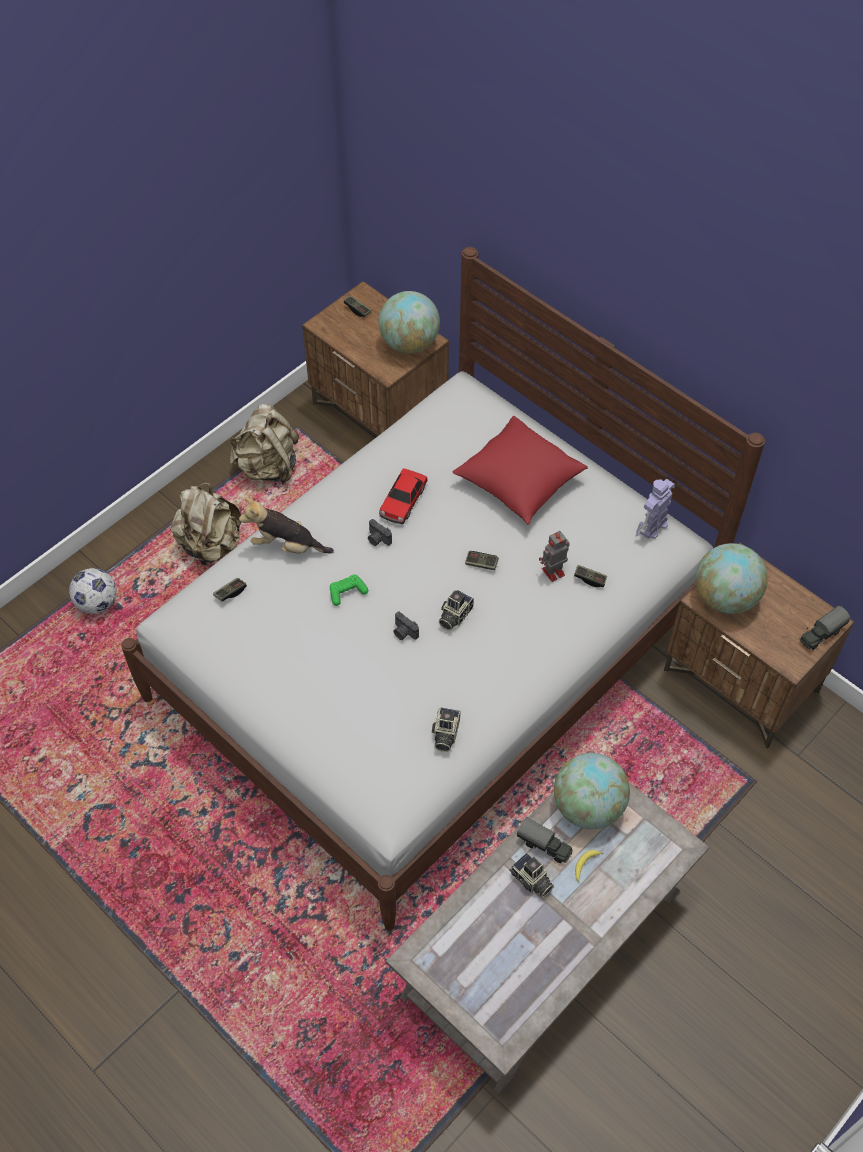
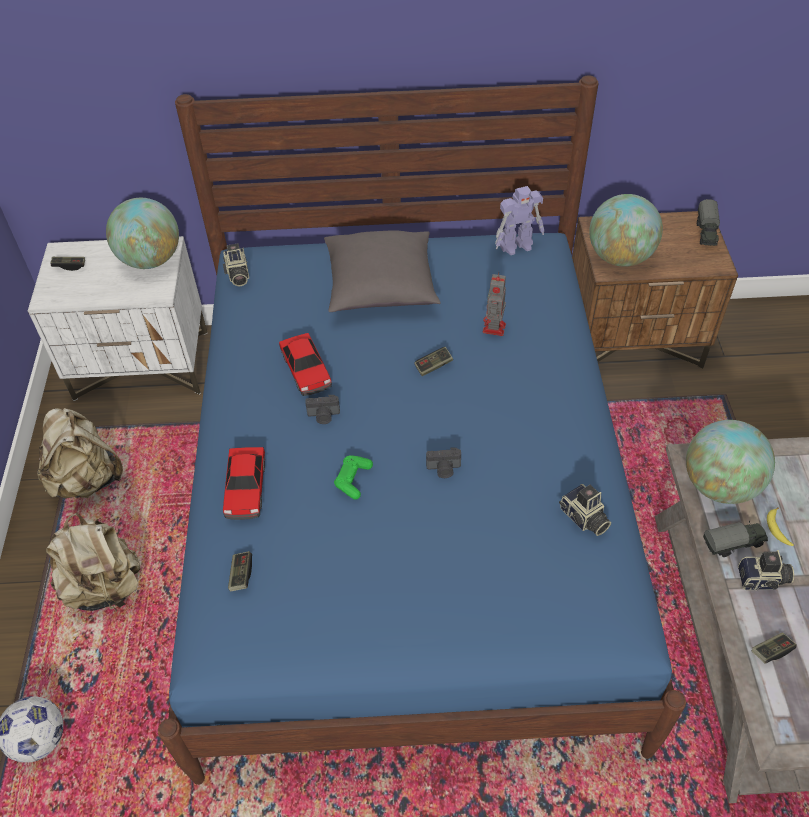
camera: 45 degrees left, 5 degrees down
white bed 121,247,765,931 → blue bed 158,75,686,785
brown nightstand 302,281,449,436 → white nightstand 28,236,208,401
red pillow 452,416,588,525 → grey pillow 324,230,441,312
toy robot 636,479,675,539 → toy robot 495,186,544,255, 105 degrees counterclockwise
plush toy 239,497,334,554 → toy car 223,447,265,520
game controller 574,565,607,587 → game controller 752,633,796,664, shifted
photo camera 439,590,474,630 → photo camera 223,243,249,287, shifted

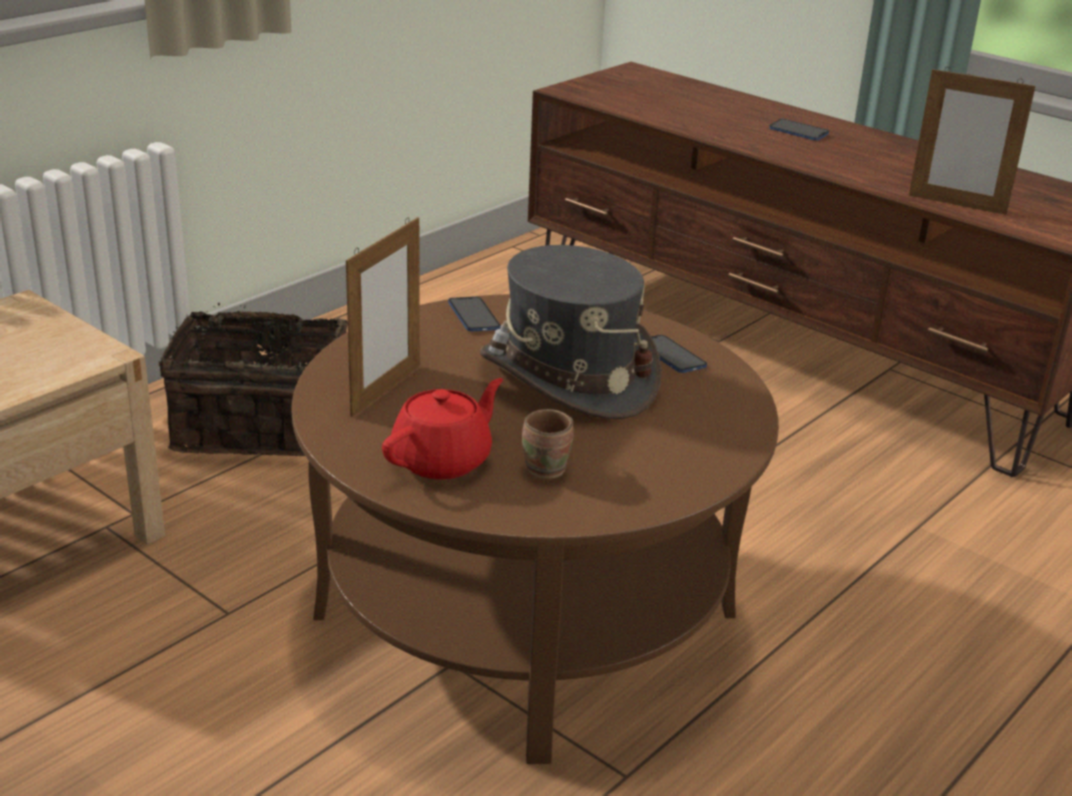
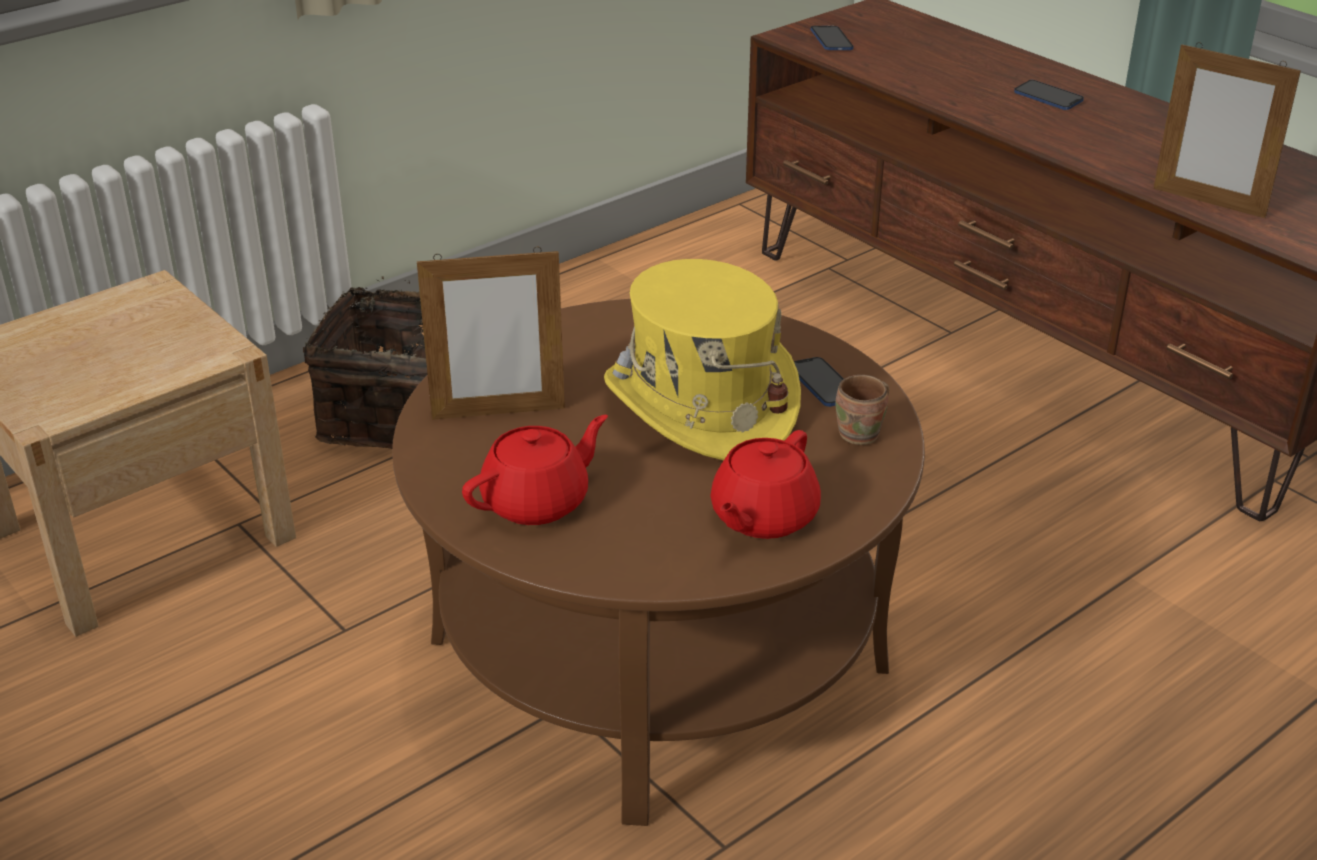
camera: 10 degrees right, 5 degrees up
picture frame 346,217,420,417 → picture frame 417,247,565,420, 45 degrees clockwise
grey hat 480,245,662,419 → yellow hat 604,259,801,460
phone 448,297,501,331 → phone 810,26,854,50, shifted
brown mug 522,409,574,479 → brown mug 835,375,889,445, shifted
- → red teapot 710,430,821,539

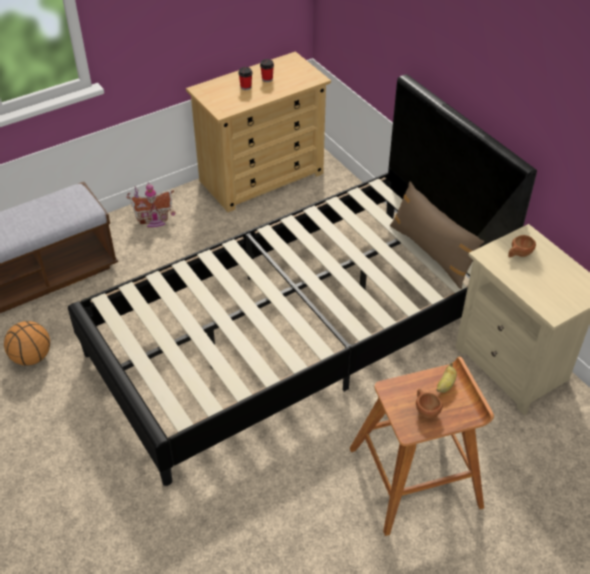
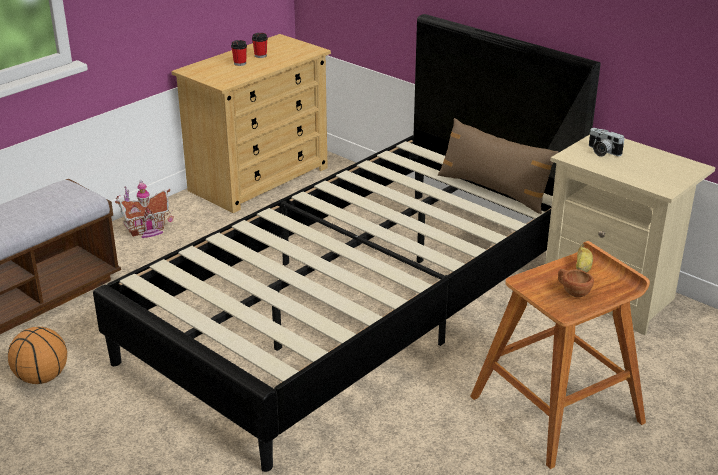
camera: 15 degrees left, 15 degrees down
brown cup 508,235,536,257 → photo camera 589,128,625,157

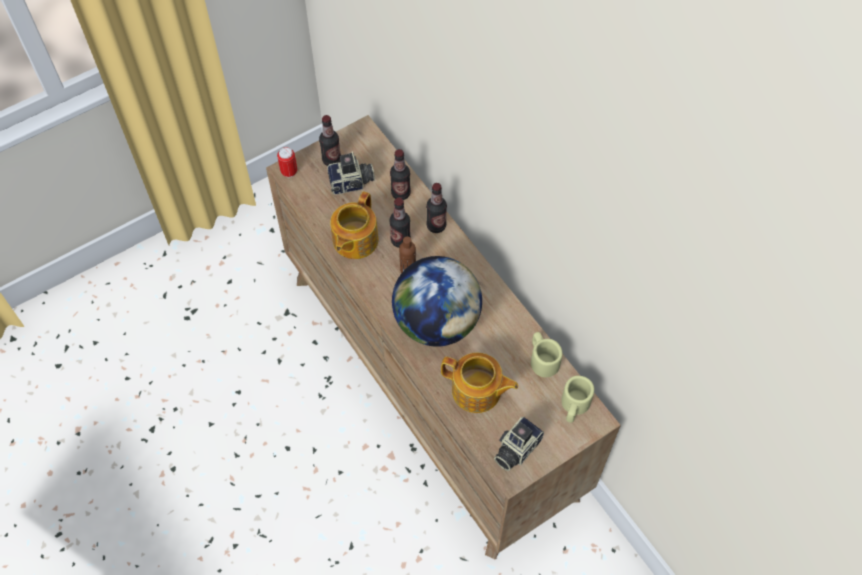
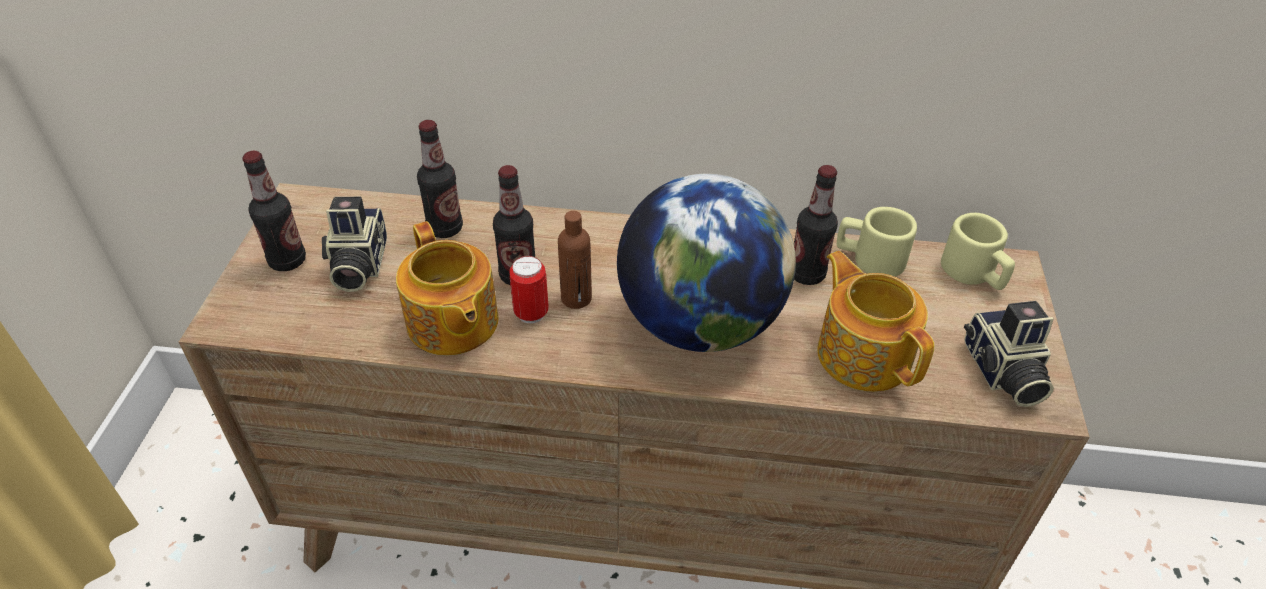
camera: 50 degrees left, 15 degrees down
can 277,147,297,177 → can 509,256,549,323, shifted
photo camera 327,151,375,195 → photo camera 322,197,387,292, 150 degrees clockwise
bottle 426,183,447,233 → bottle 794,165,838,285, shifted
teapot 441,353,518,413 → teapot 817,251,934,392, 90 degrees counterclockwise

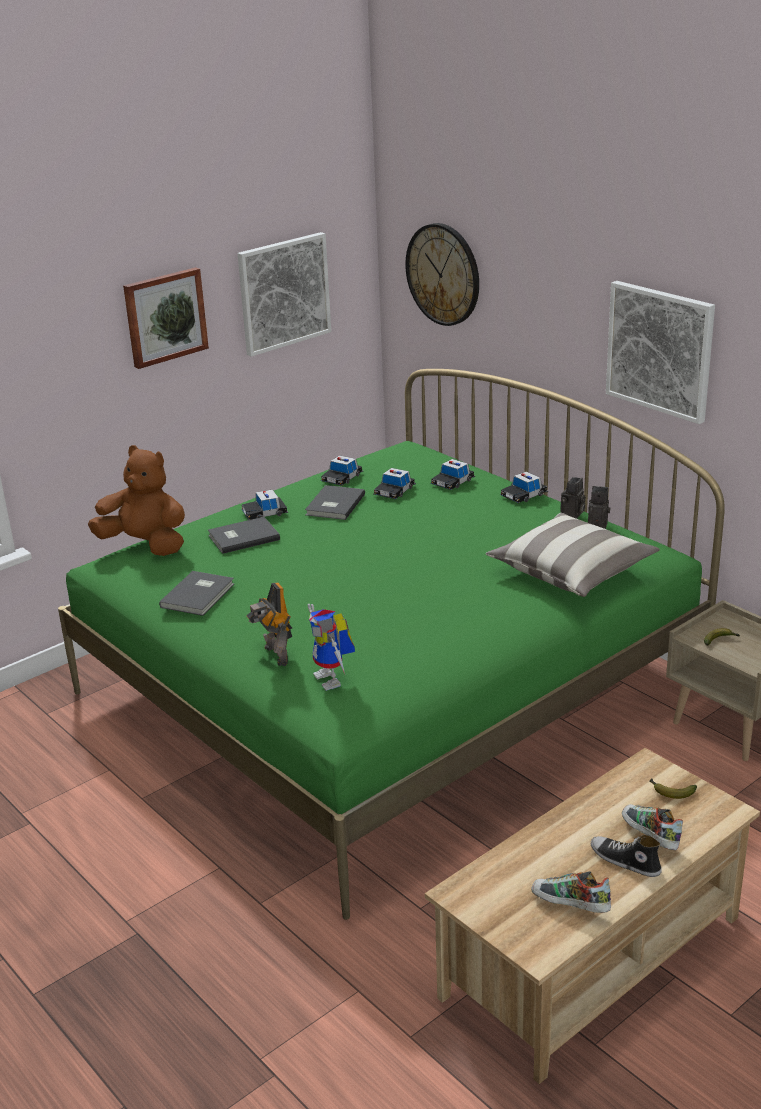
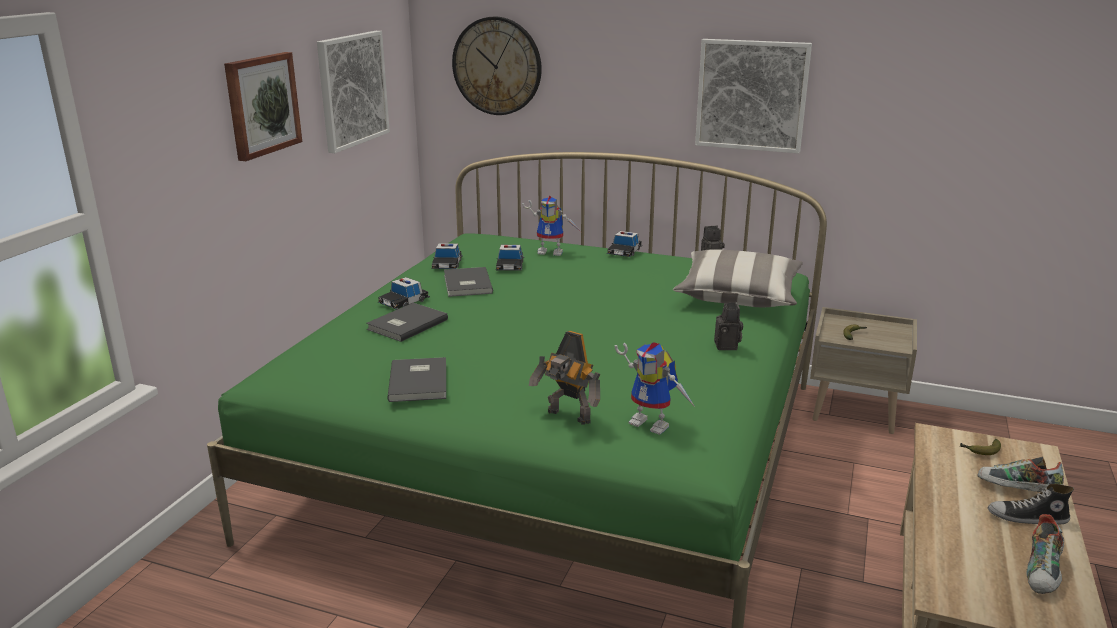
camera: 30 degrees left, 5 degrees down
brown plush toy 88,445,185,556 → -
toy car 431,459,475,490 → toy robot 522,195,581,256
photo camera 560,477,586,519 → photo camera 714,302,743,350, shifted
shoe 531,872,611,913 → shoe 1026,514,1064,594, 60 degrees counterclockwise

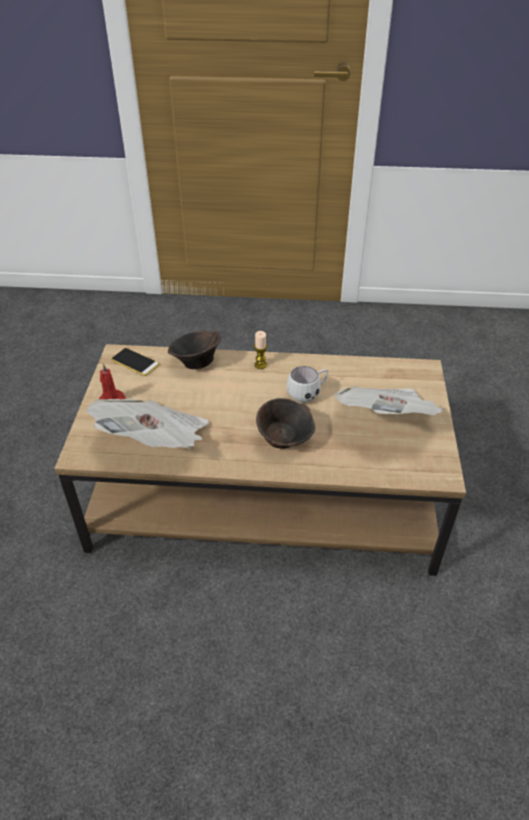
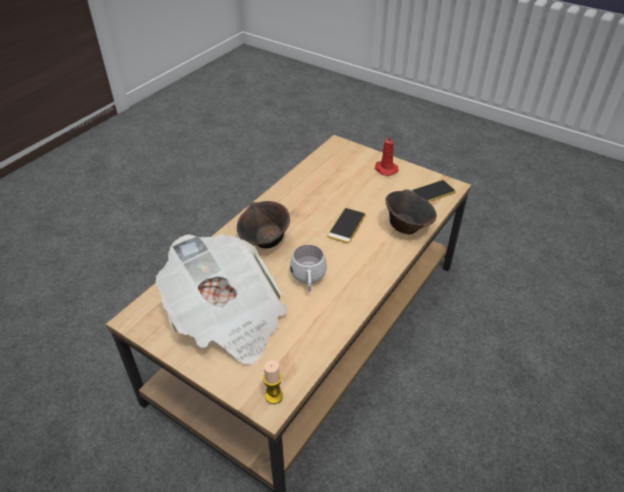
camera: 120 degrees right, 0 degrees up
candle 254,331,267,369 → candle 263,360,283,404, shifted
newspaper 87,399,209,448 → -
- → phone 327,208,366,243

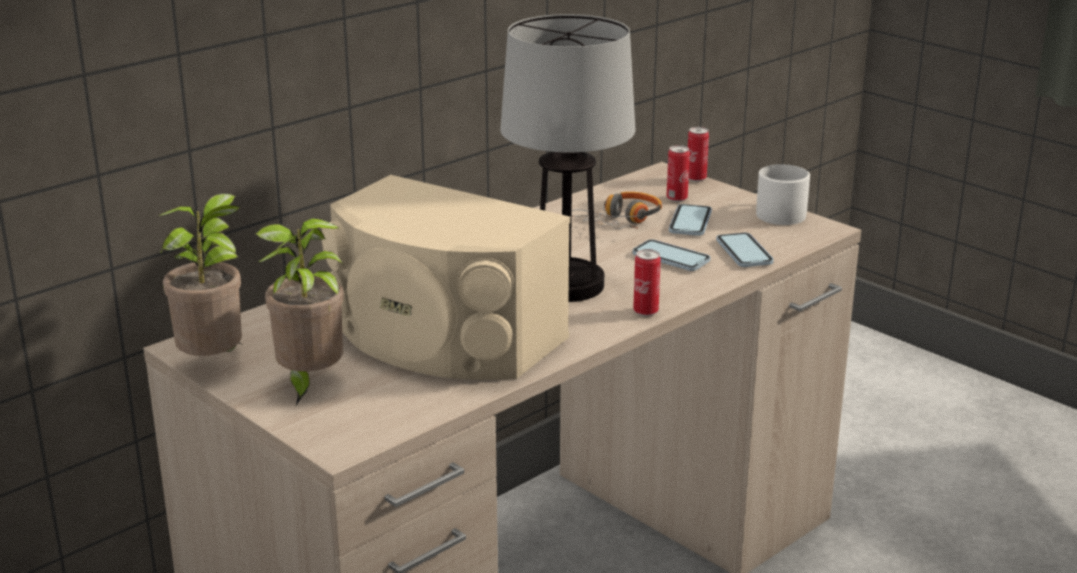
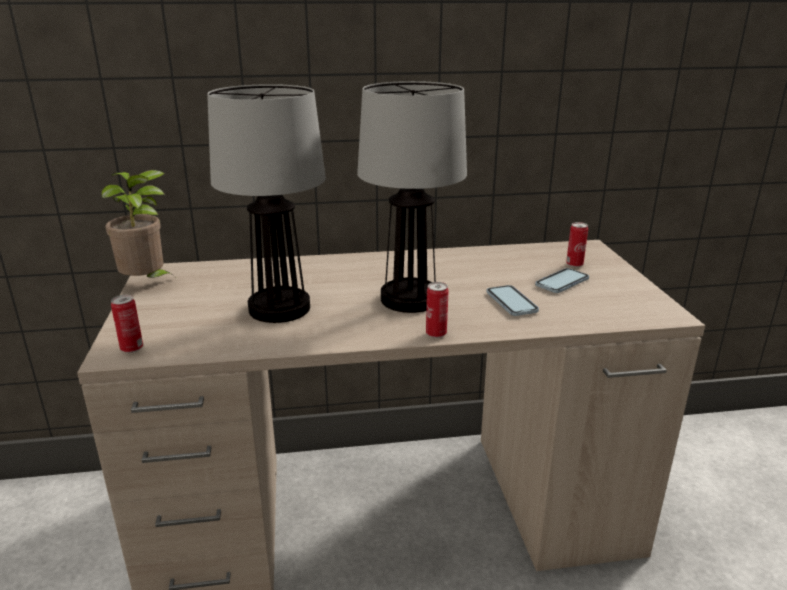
camera: 35 degrees right, 0 degrees up
can 688,127,709,182 → can 111,295,143,353, shifted
white mug 756,164,810,225 → -
beige speaker 321,175,570,380 → table lamp 207,84,326,323
headphones 572,192,662,229 → -
potted plant 255,218,344,405 → -
phone 716,233,774,267 → -

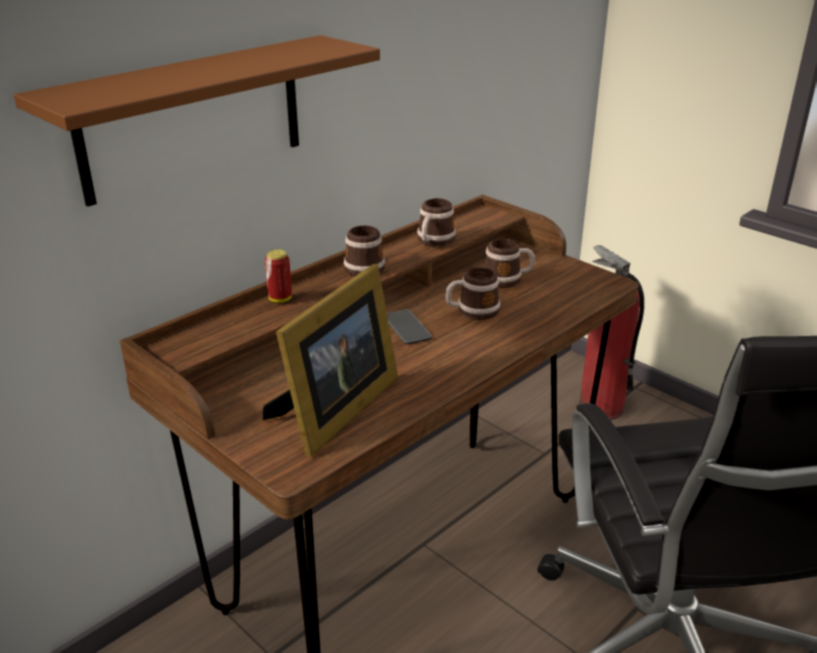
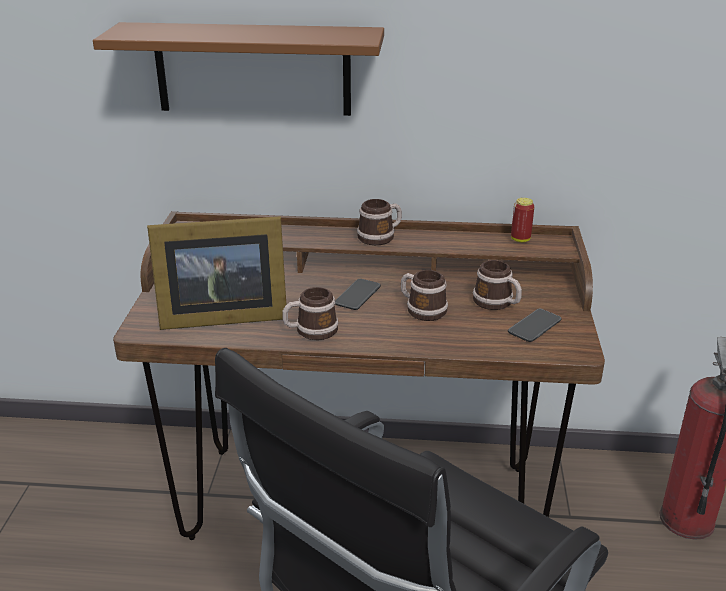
camera: 50 degrees right, 0 degrees up
mug 417,198,456,246 → mug 282,287,339,340, shifted
can 265,250,292,303 → can 511,198,534,242, shifted
- → phone 508,309,562,342

